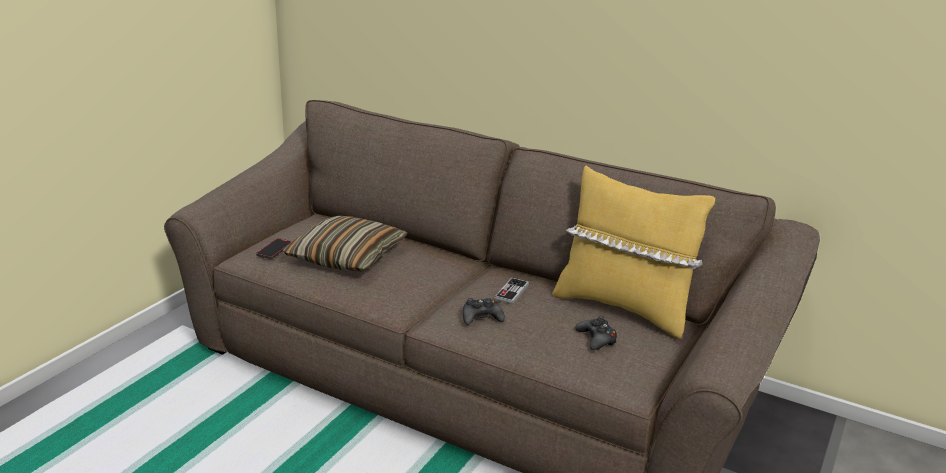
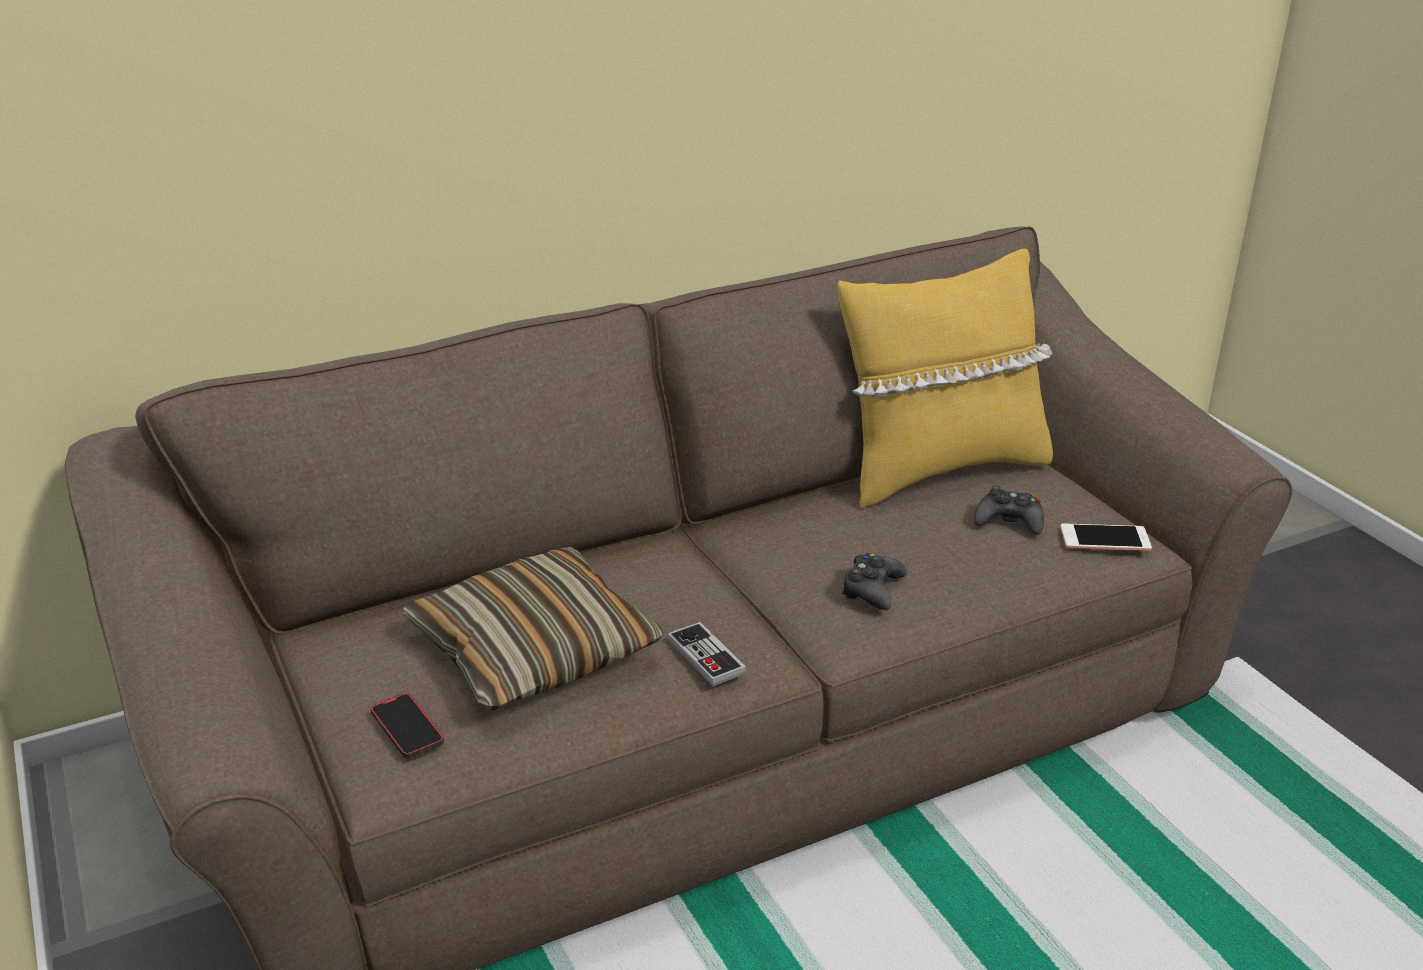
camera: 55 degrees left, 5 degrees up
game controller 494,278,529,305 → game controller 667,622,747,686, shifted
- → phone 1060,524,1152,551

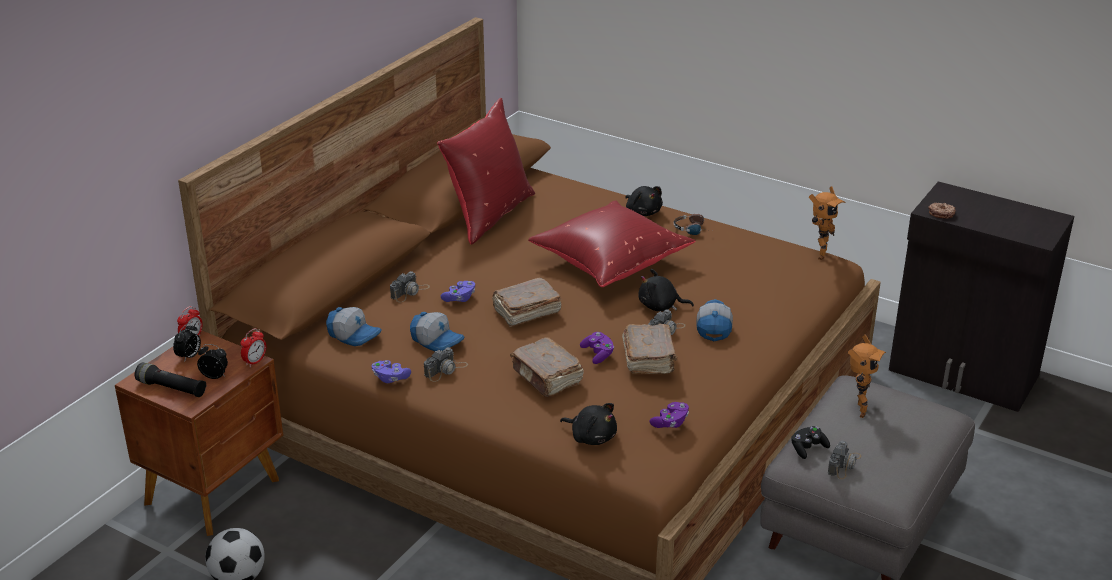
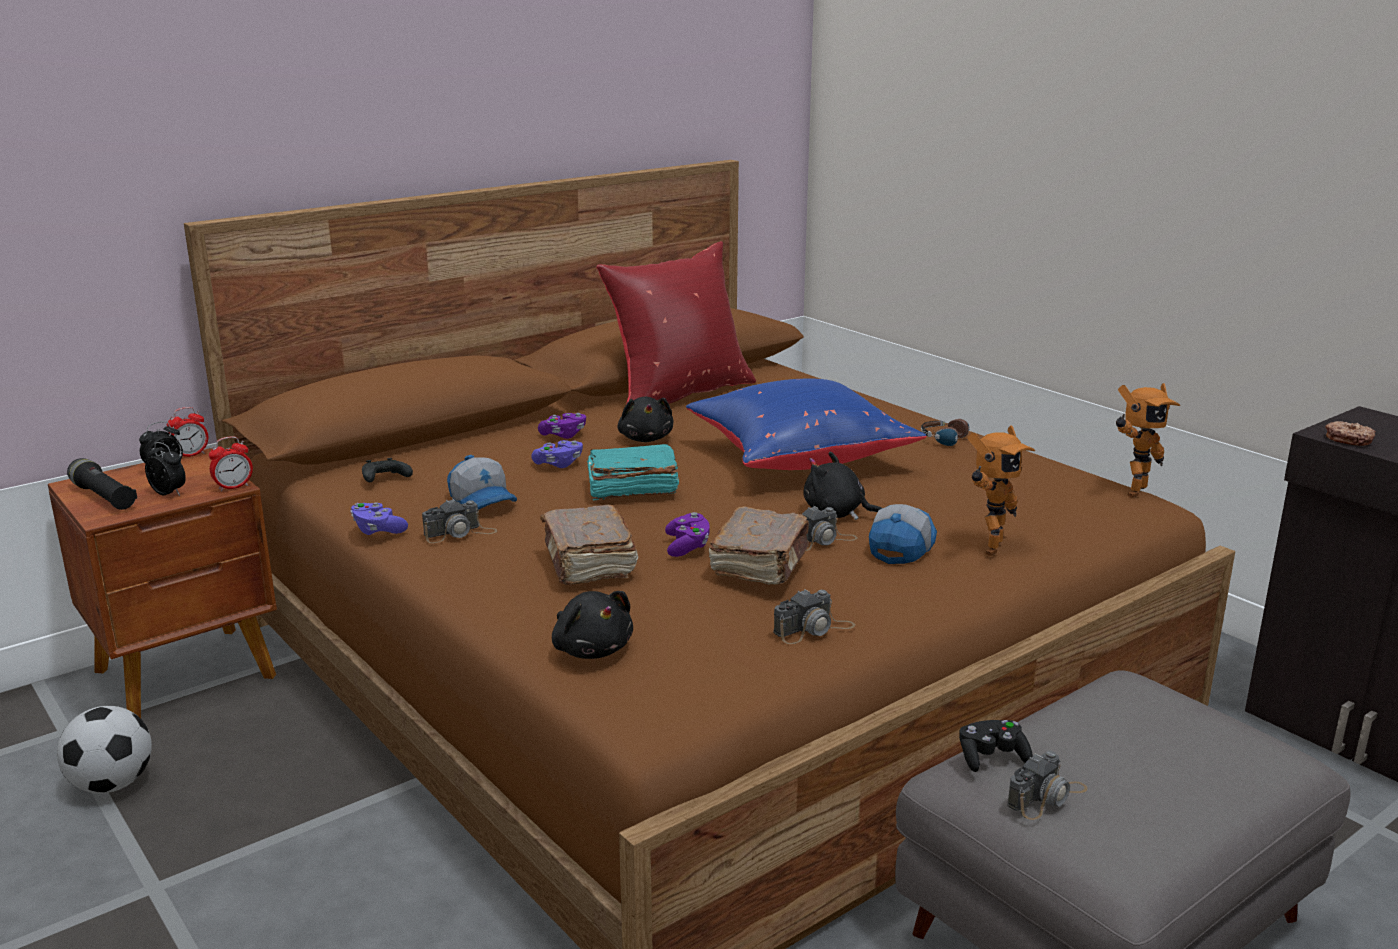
camera: 20 degrees right, 10 degrees down
black plush toy 625,186,663,216 → black plush toy 618,397,673,442, shifted
red pillow 528,200,695,287 → blue pillow 686,378,926,470
photo camera 390,271,430,302 → photo camera 773,589,855,644, shifted
brown book 492,277,561,327 → turquoise book 587,444,679,500
cap 326,307,382,346 → black game controller 362,458,413,482
toy robot 848,335,886,418 → toy robot 968,425,1035,556, shifted
purple game controller 650,402,689,428 → purple game controller 538,413,586,439, shifted

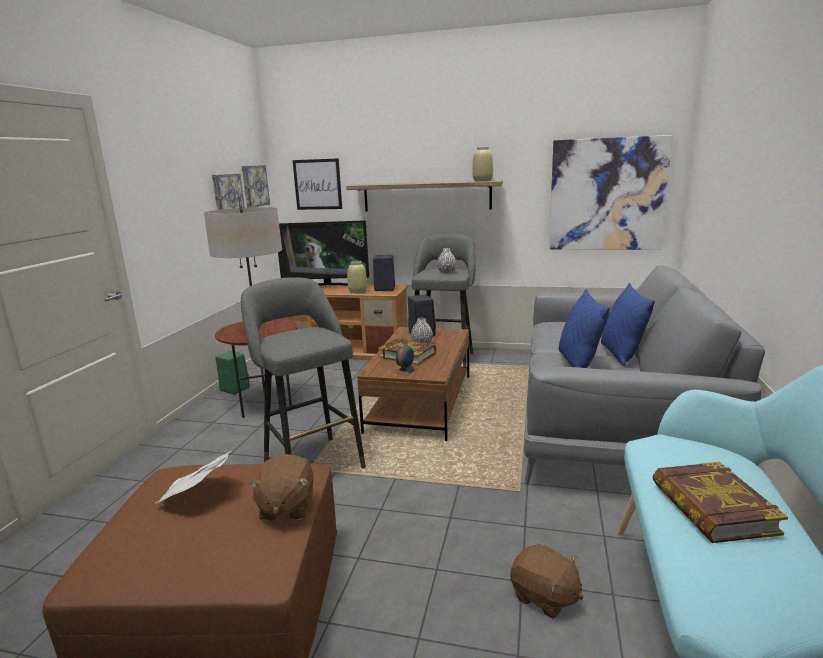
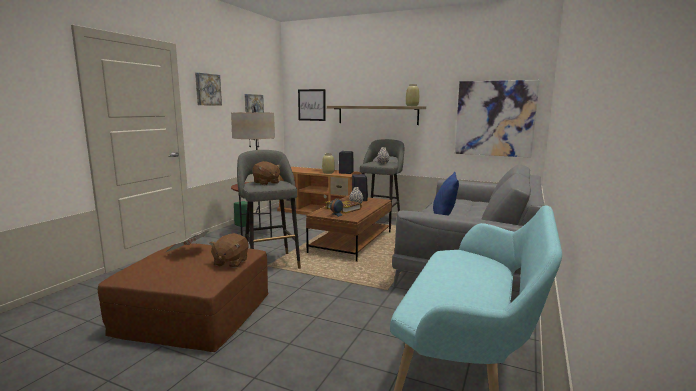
camera: 10 degrees right, 5 degrees down
picture 242,165,270,207 → picture 195,73,222,106, shifted
television 278,220,369,286 → -
blue pillow 601,283,655,366 → -
book 653,462,788,543 → -
brown plush toy 511,544,584,618 → brown plush toy 252,161,281,185, shifted

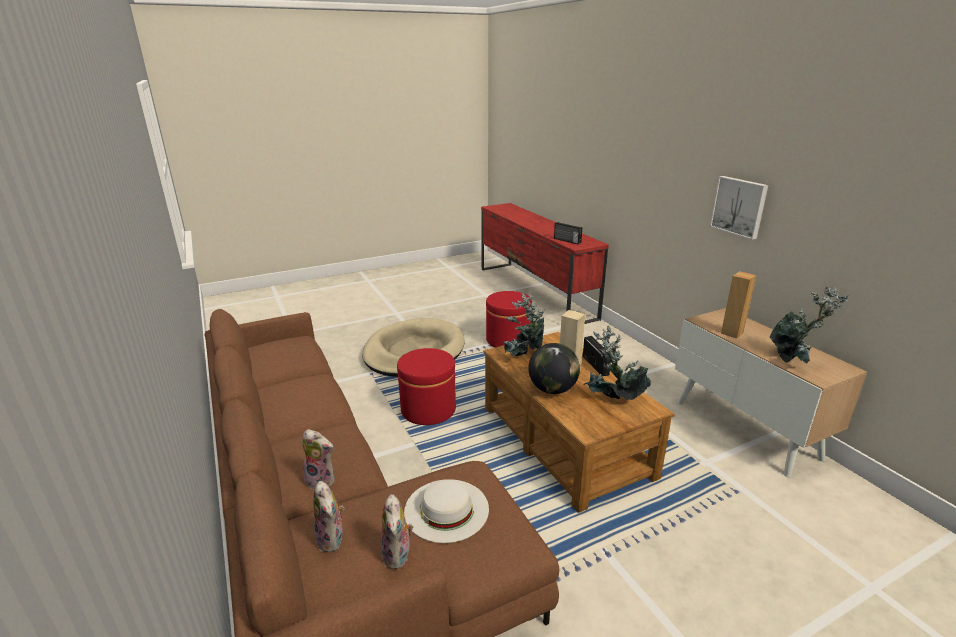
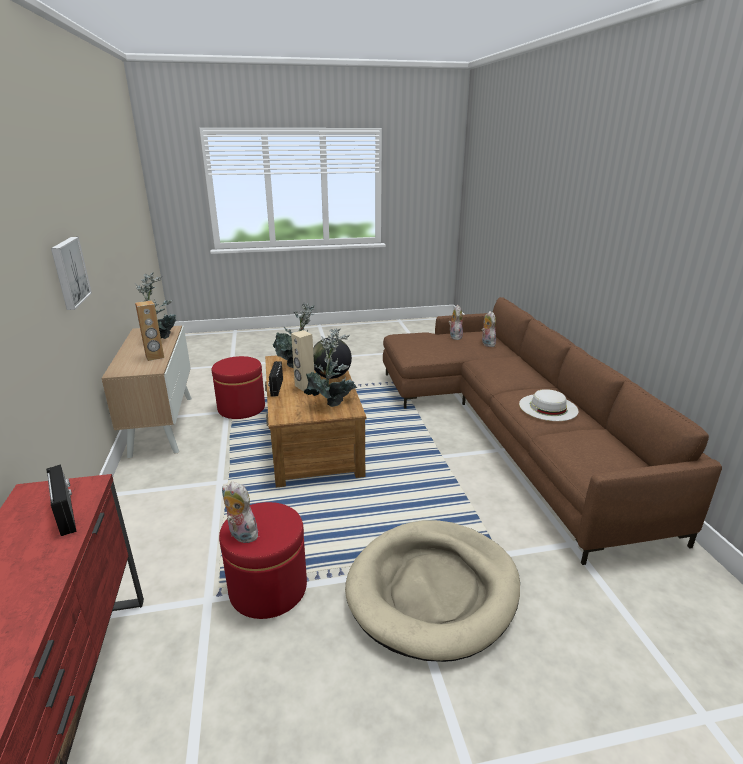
camera: 165 degrees left, 0 degrees up
red ottoman 397,348,456,425 → red ottoman 212,356,265,419, shifted
plush toy 302,429,335,489 → plush toy 222,481,261,543, shifted
white hat 404,479,489,543 → white hat 519,389,579,421, shifted

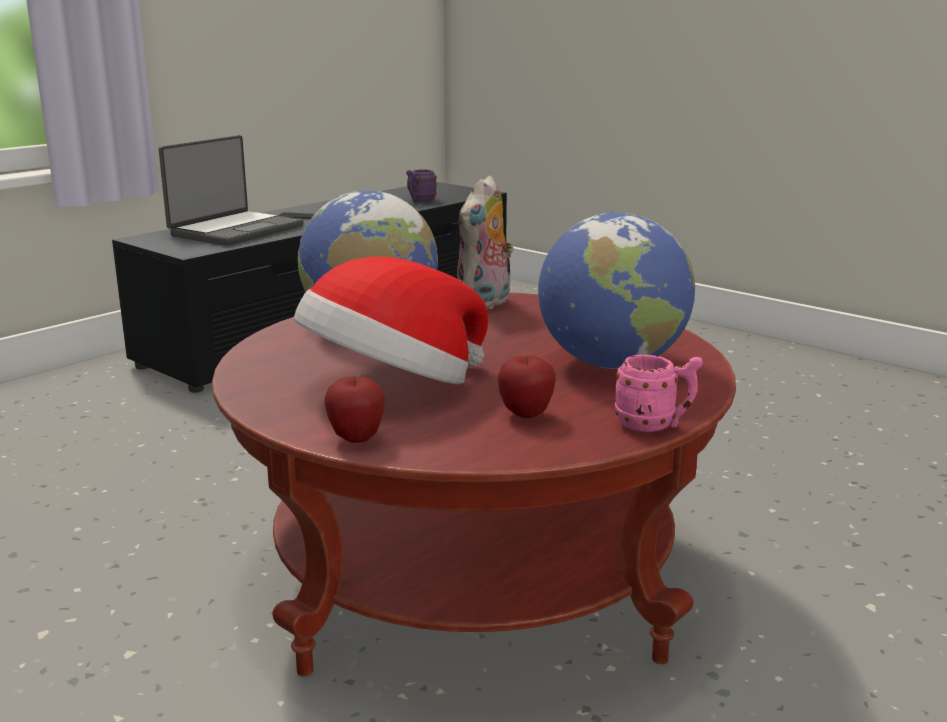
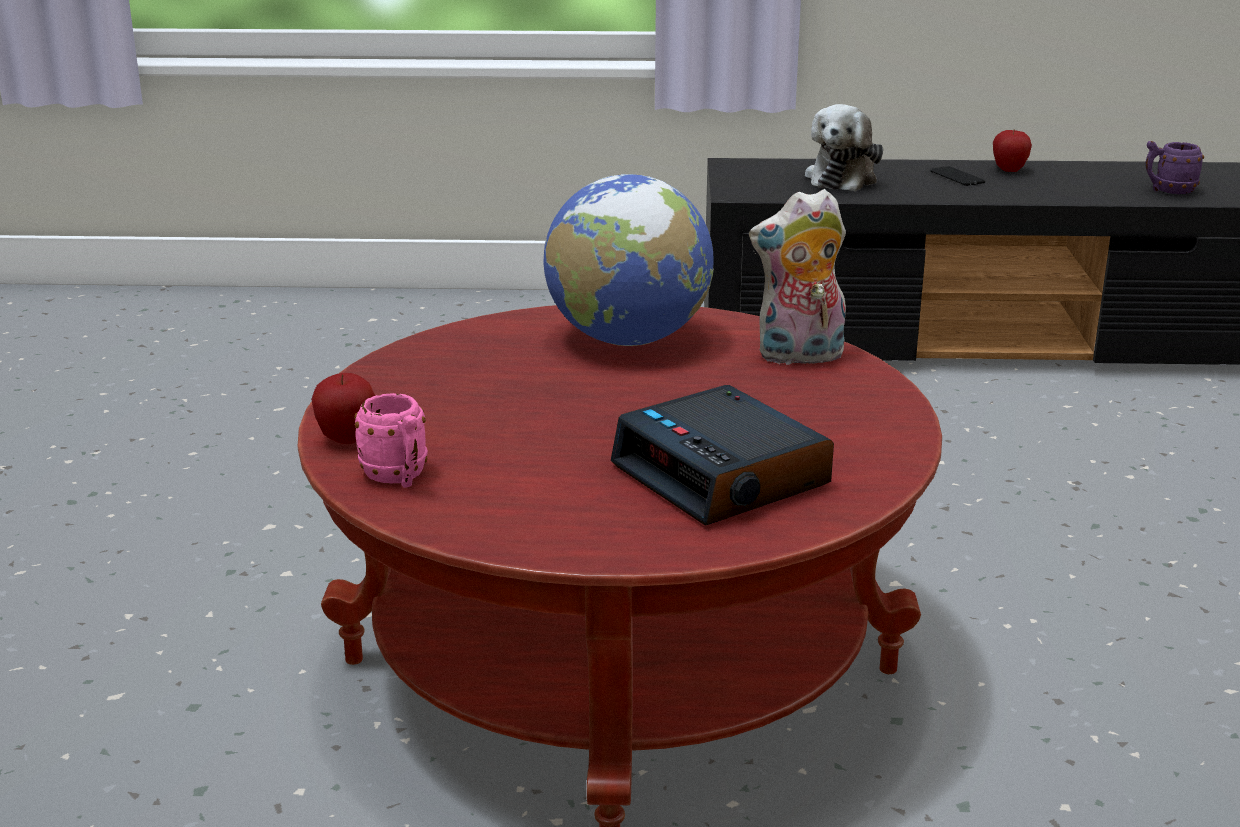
camera: 50 degrees right, 5 degrees up
laptop 159,135,304,246 → plush toy 805,104,883,191
globe 538,213,695,369 → alarm clock 611,385,834,526
hat 294,257,488,384 → -
pink mug 615,354,703,432 → pink mug 354,393,428,488, shifted
apple 498,356,556,418 → apple 993,129,1032,172, shifted

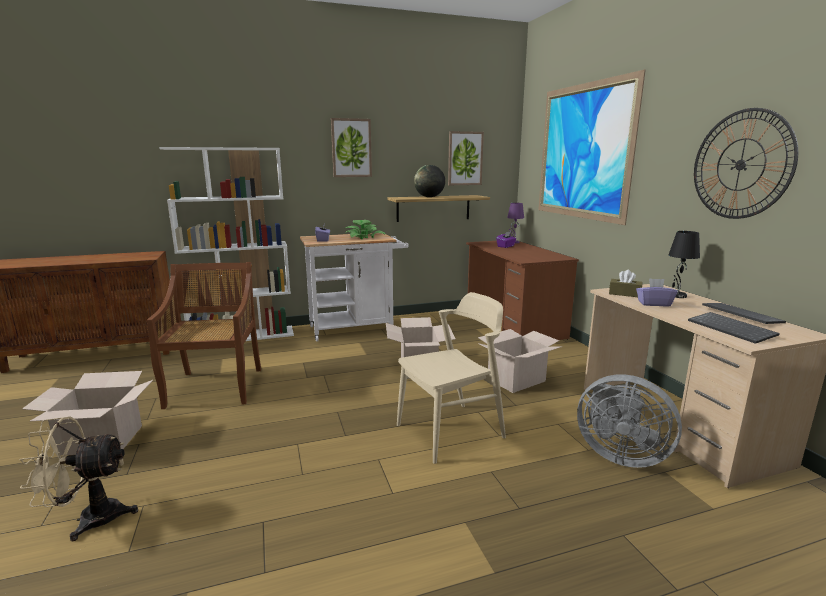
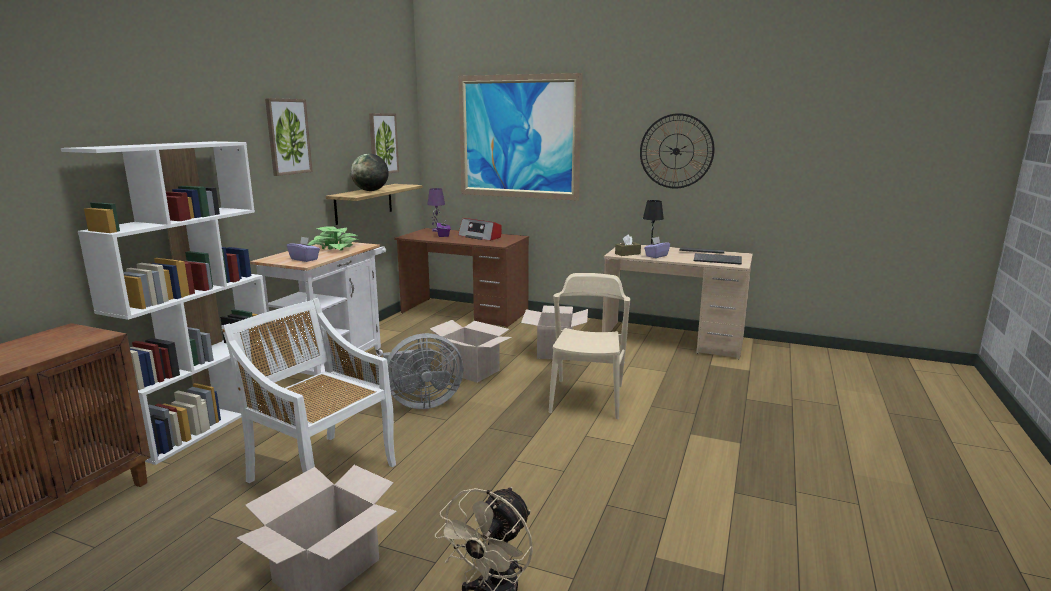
camera: 50 degrees left, 0 degrees up
brown chair 147,262,261,409 → white chair 221,298,396,483
grey fan 577,375,682,468 → grey fan 383,333,463,409, shifted
- → radio 458,218,502,241

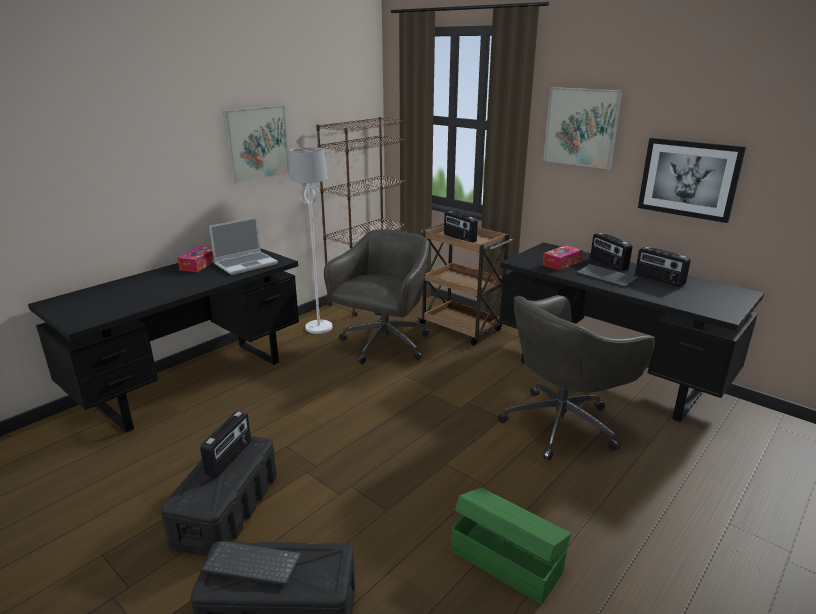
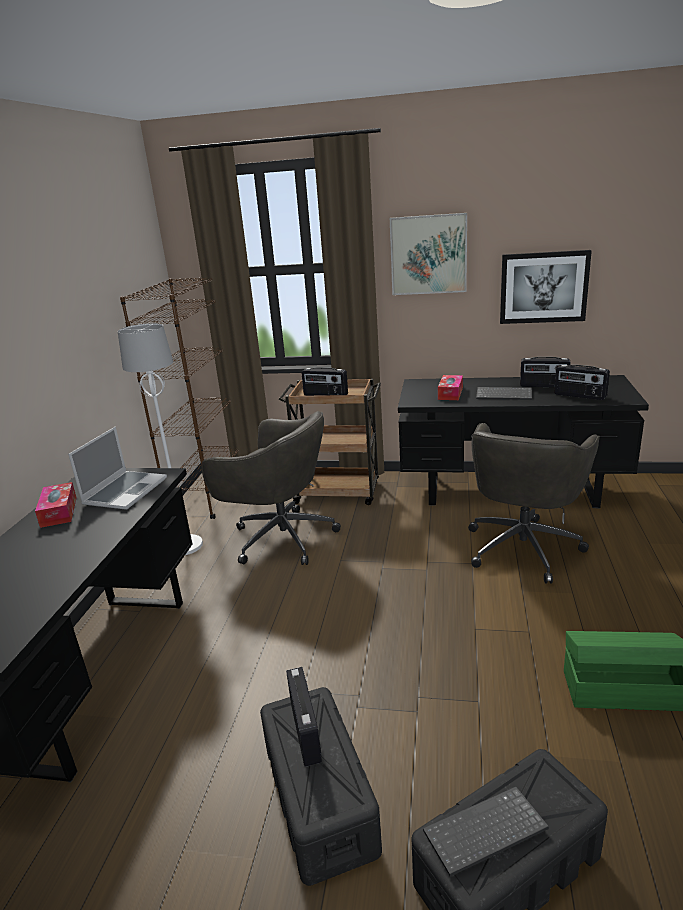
camera: 30 degrees left, 0 degrees up
picture 223,105,289,184 → -
grey office chair 324,229,429,364 → grey office chair 201,411,341,565, 120 degrees clockwise
radio 590,233,632,271 → radio 554,365,610,400, shifted

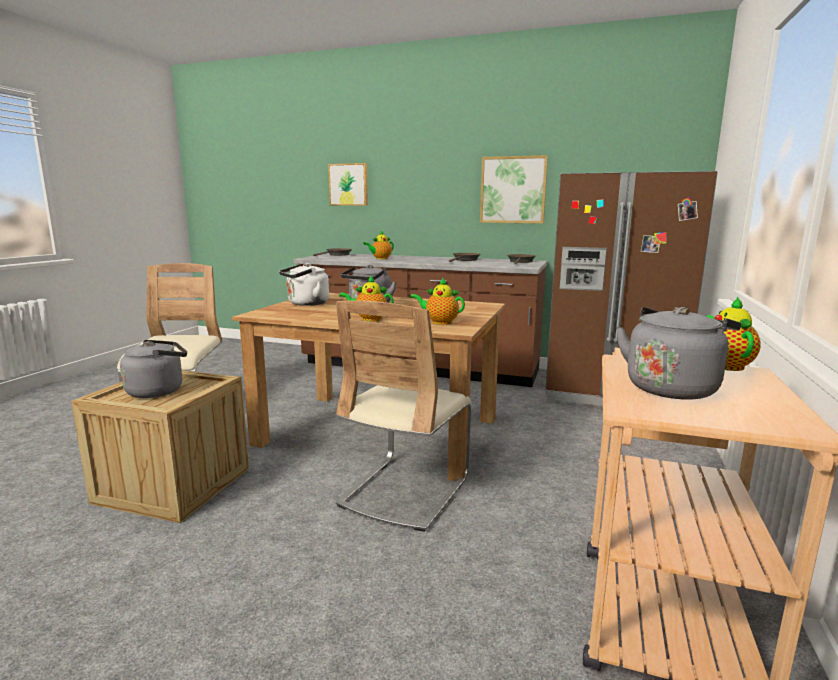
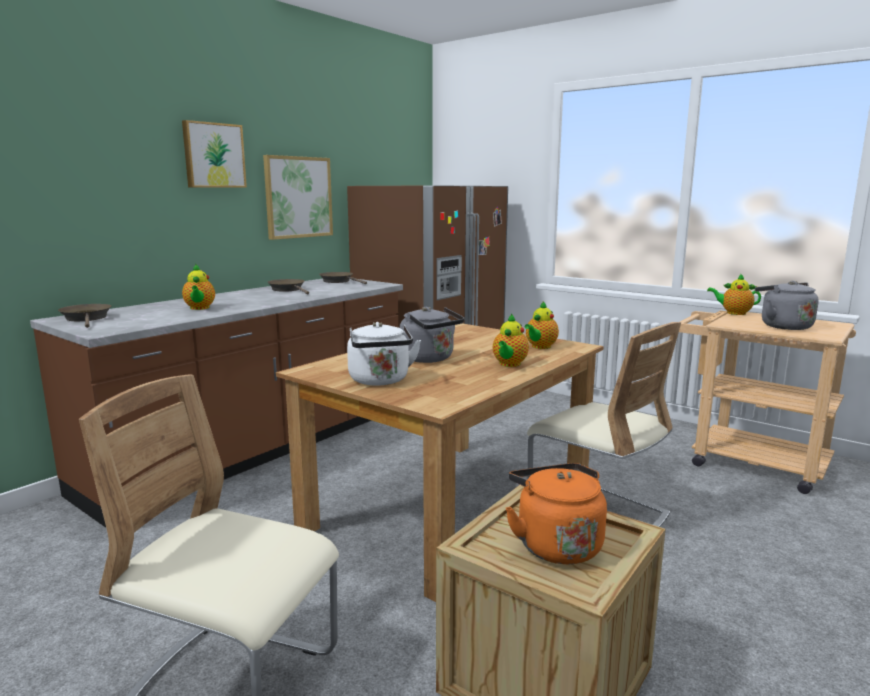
camera: 70 degrees left, 0 degrees up
picture 328,163,368,206 → picture 182,120,247,188, shifted
grey kettle 120,340,187,398 → orange kettle 506,463,607,564

